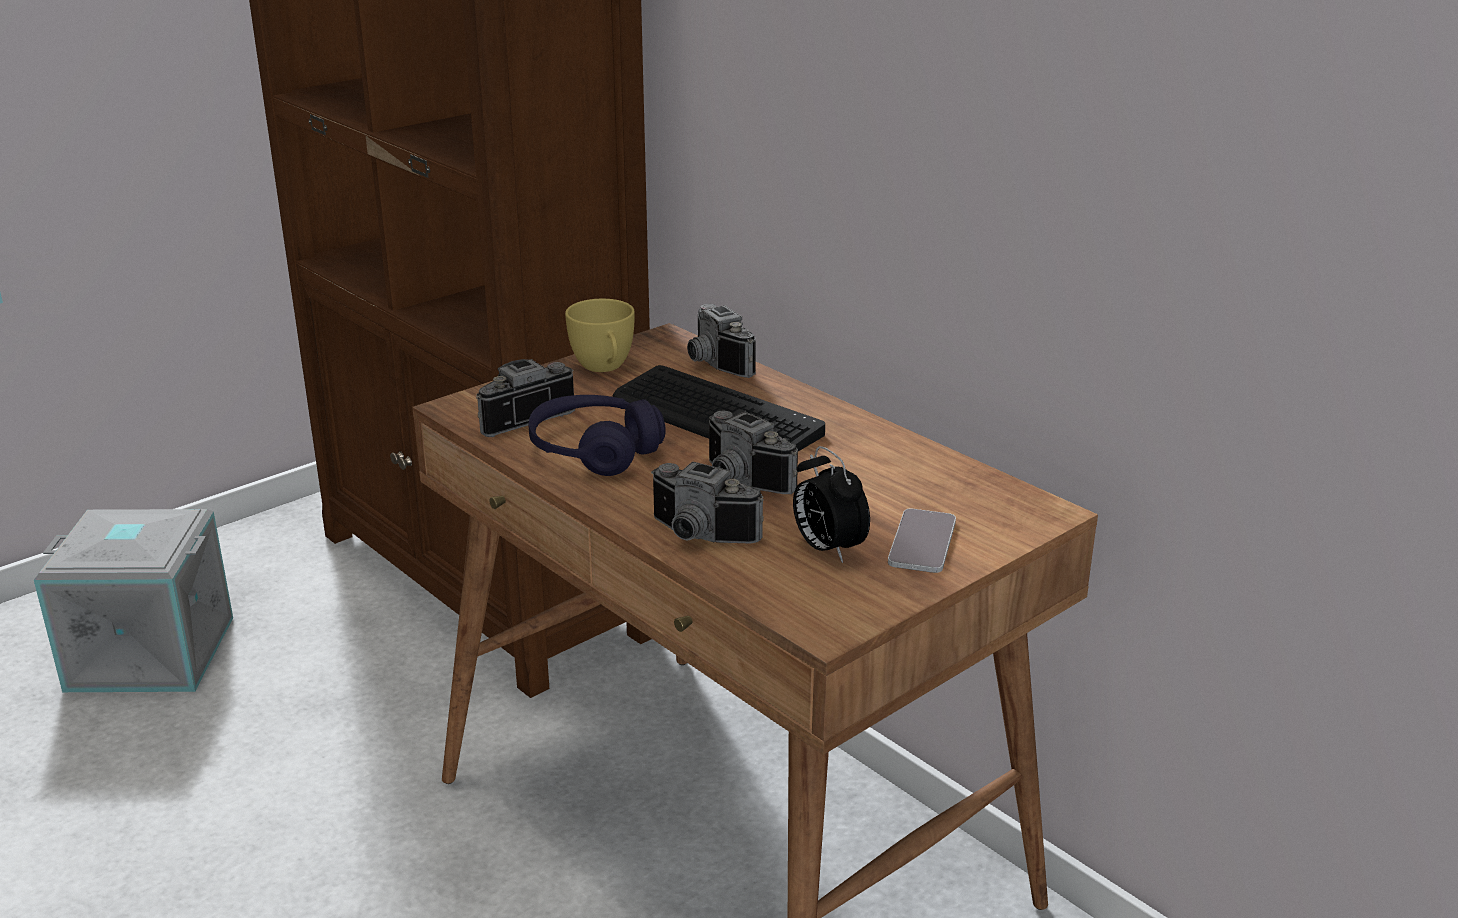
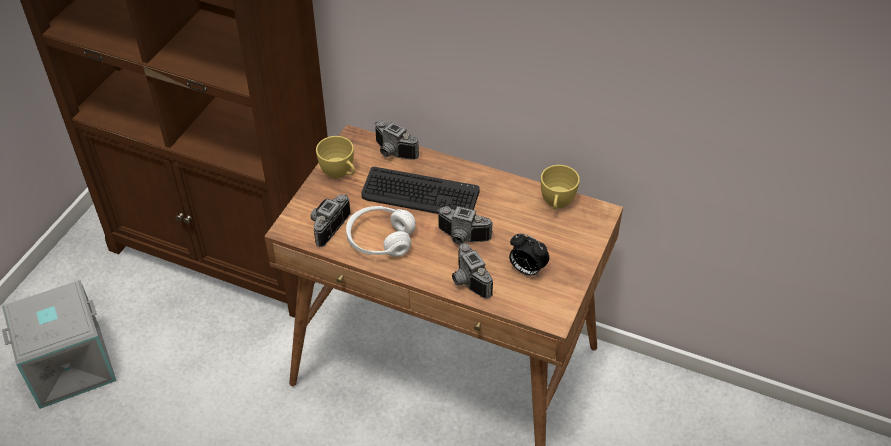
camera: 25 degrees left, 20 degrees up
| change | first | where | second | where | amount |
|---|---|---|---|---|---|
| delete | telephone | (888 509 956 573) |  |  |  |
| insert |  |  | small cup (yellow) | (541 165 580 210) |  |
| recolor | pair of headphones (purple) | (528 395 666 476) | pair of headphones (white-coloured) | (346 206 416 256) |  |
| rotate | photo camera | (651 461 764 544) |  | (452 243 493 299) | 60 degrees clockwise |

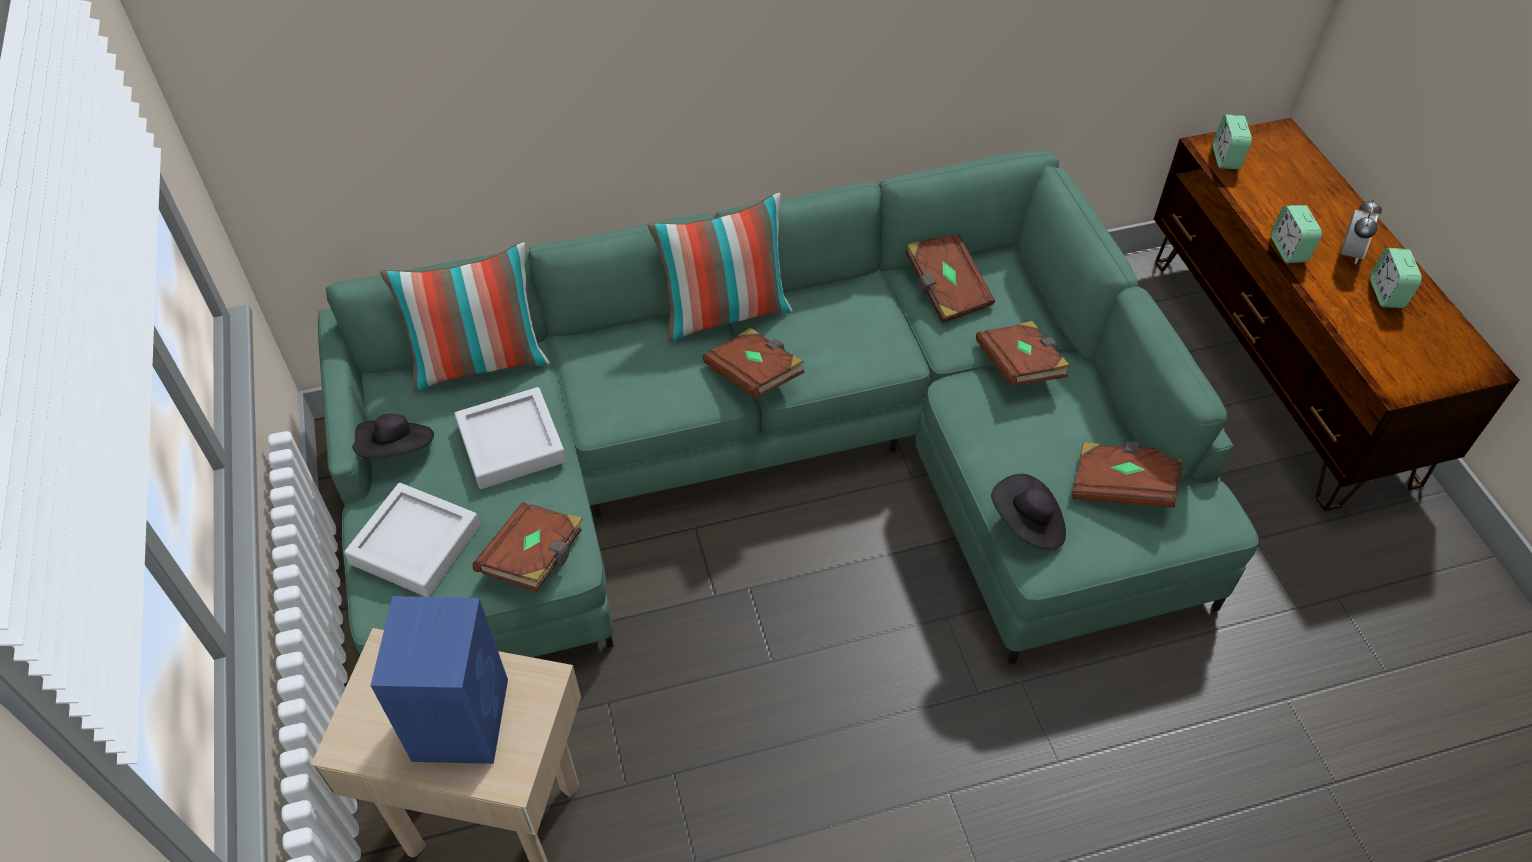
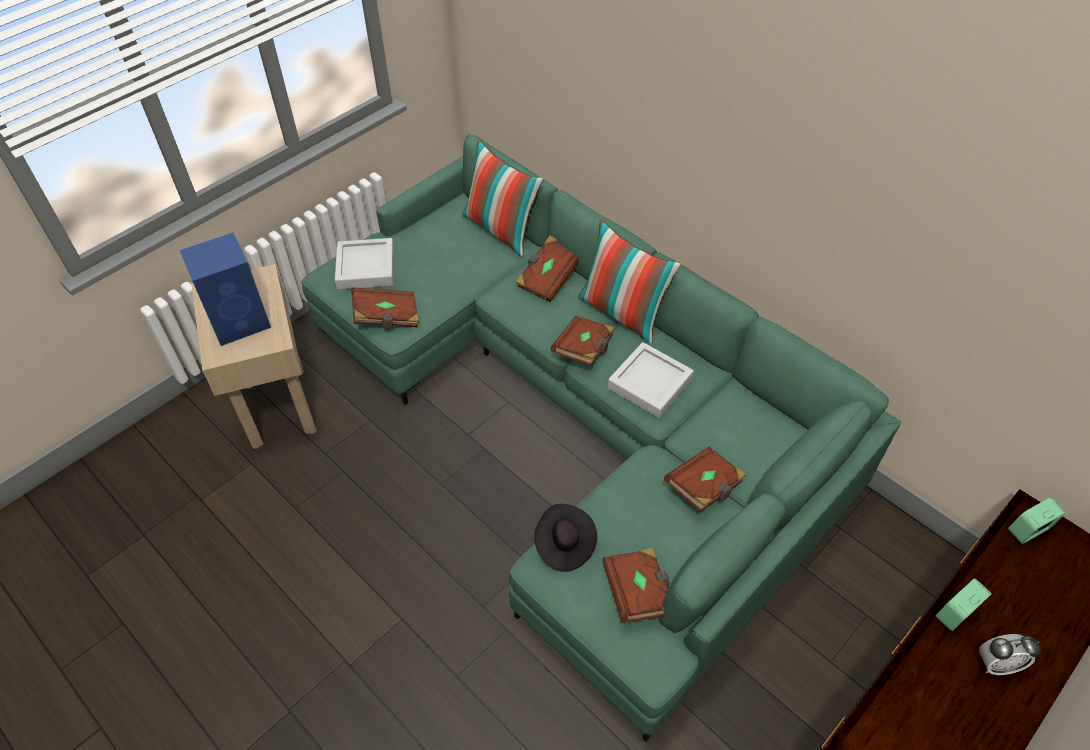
camera: 60 degrees right, 0 degrees up
| change | first | where | second | where | amount |
|---|---|---|---|---|---|
| delete | wearable hat (blackish) | (352 414 434 459) |  |  |  |
| delete | table clock | (1370 248 1422 308) |  |  |  |
| move | serving tray (grey) | (454 387 566 489) |  | (608 342 694 418) |  |
| move | book (brown) | (905 234 995 323) |  | (516 236 579 302) |  |

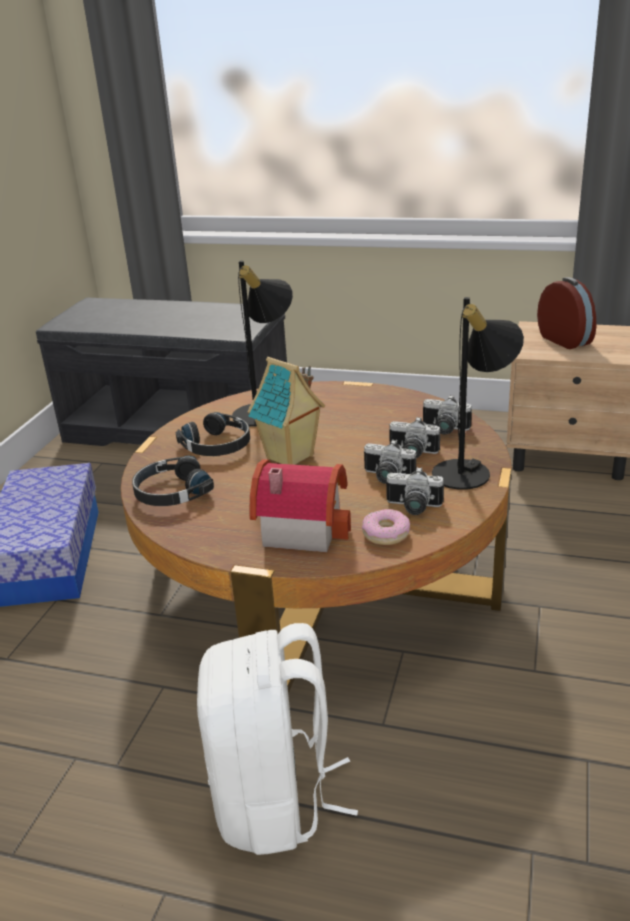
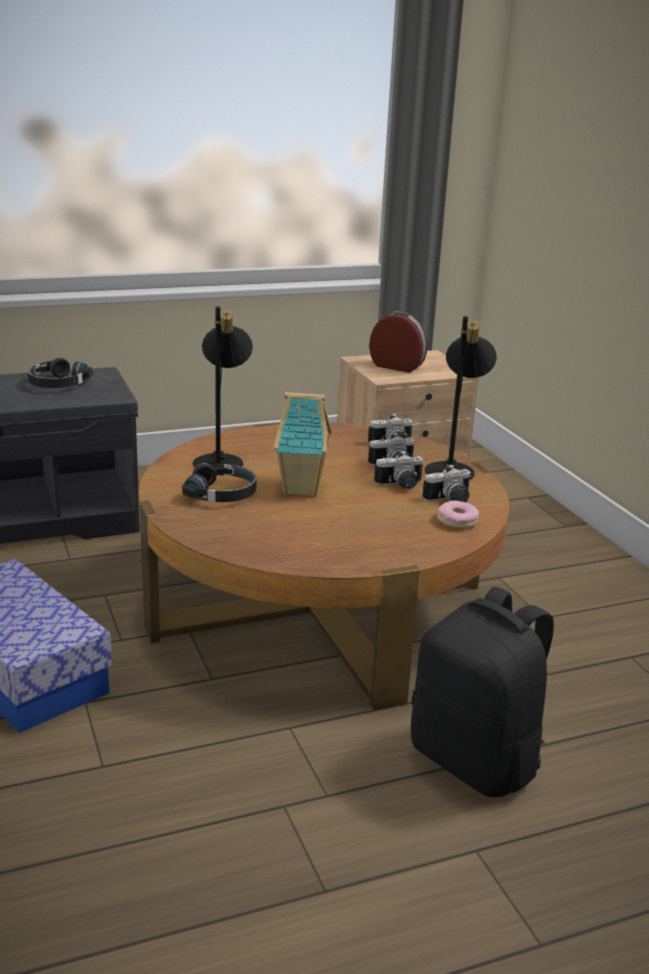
camera: 40 degrees left, 5 degrees down
| change | first | where | second | where | amount |
|---|---|---|---|---|---|
| delete | miniature house | (250 459 351 552) |  |  |  |
| move | pair of headphones (blackish) | (132 456 214 506) |  | (27 358 93 388) |  |
| recolor | backpack (white-coloured) | (197 623 358 855) | backpack (blackish) | (411 587 554 797) |  |

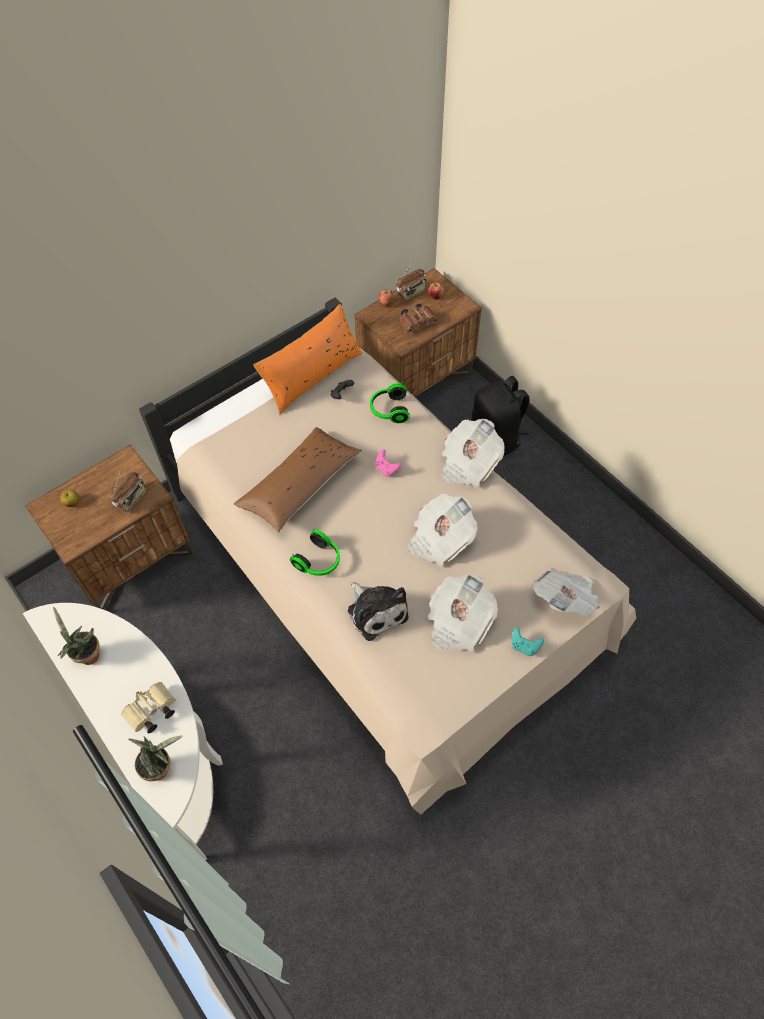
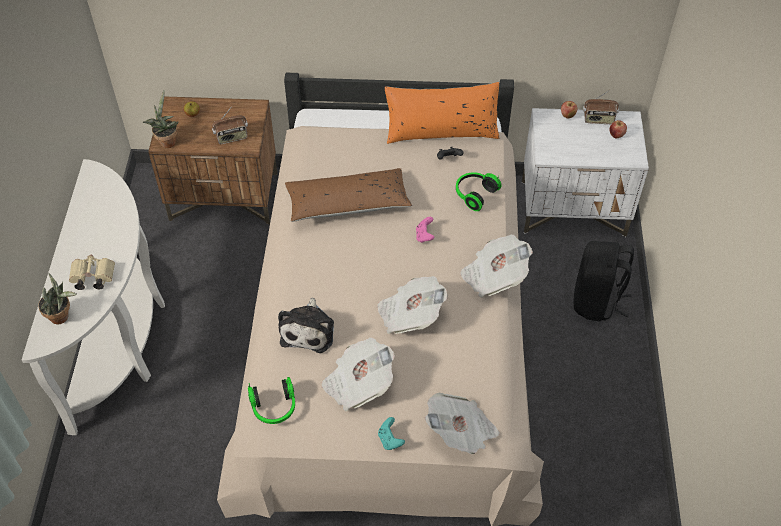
camera: 40 degrees right, 5 degrees down
| change | first | where | second | where | amount |
|---|---|---|---|---|---|
| delete | pair of binoculars (brown) | (399 304 438 333) |  |  |  |
| move | houseplant | (53 606 100 665) |  | (143 90 179 148) |  |
| move | pair of headphones | (290 529 340 576) |  | (248 377 295 424) |  |
| recolor | bedside table (brown) | (354 268 482 397) | bedside table (white-coloured) | (522 108 649 237) |  |

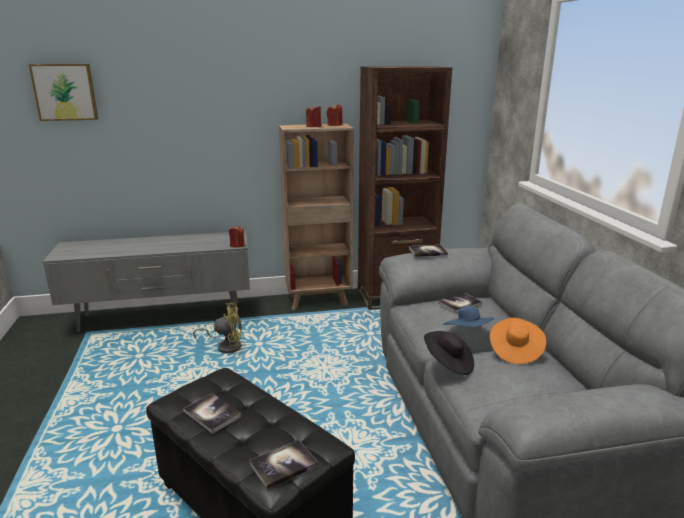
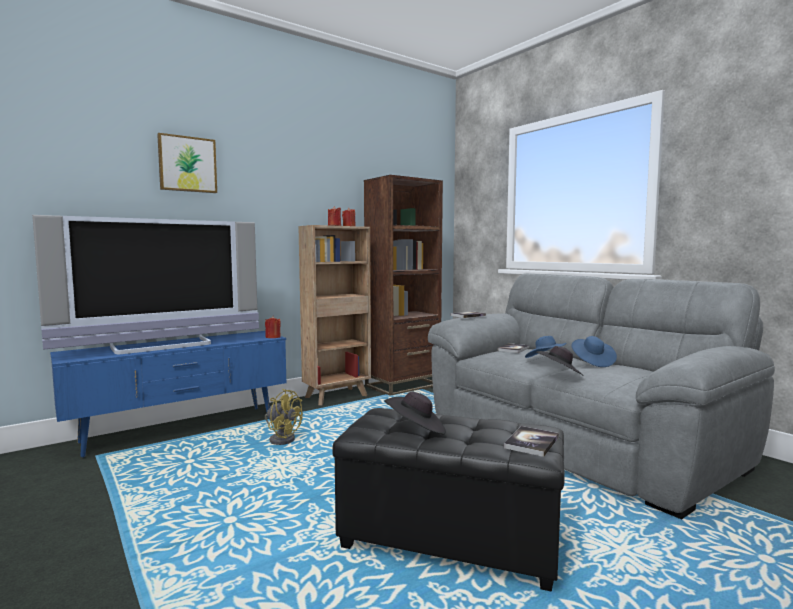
camera: 25 degrees left, 15 degrees down
| change | first | where | second | where | amount |
|---|---|---|---|---|---|
| insert |  |  | TV set | (32 215 259 354) |  |
| move | wall art | (29 64 98 121) |  | (157 133 217 193) |  |
| replace | book | (183 393 242 434) | wearable hat (blackish) | (384 392 446 434) |  |
| recolor | tv unit (grey) | (43 231 250 332) | tv unit (bluish) | (50 331 286 458) |  |
| recolor | wearable hat (orange) | (490 318 546 364) | wearable hat (bluish) | (571 336 617 367) |  |
| rotate | electric fan (yellow) | (193 303 242 354) |  | (265 389 303 445) | 60 degrees clockwise |

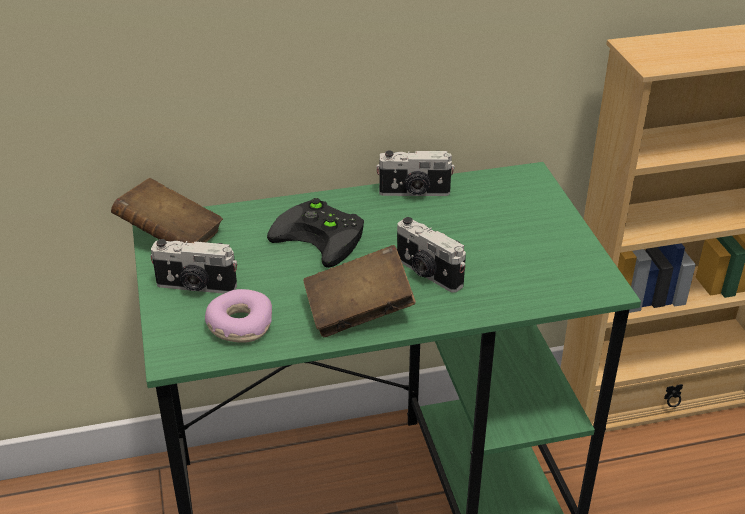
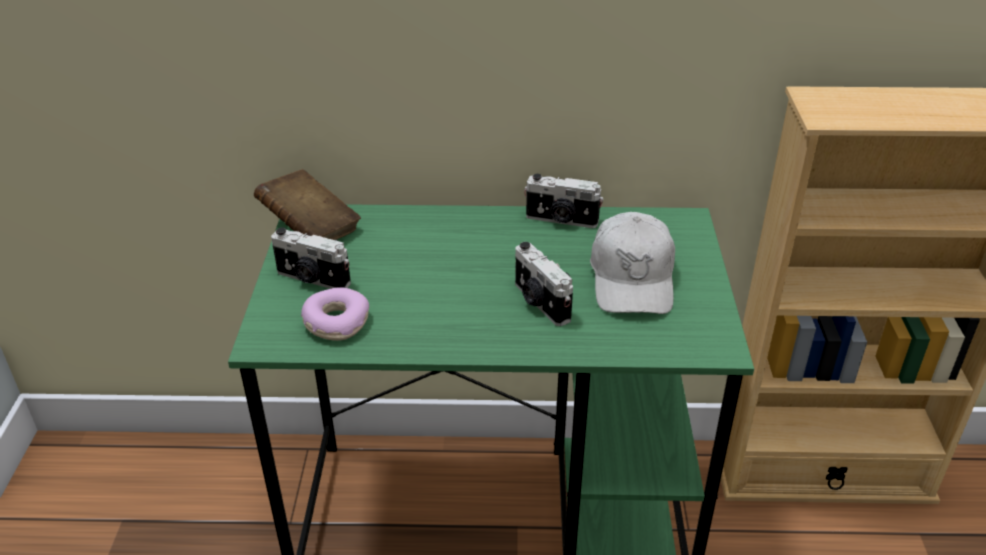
camera: 15 degrees right, 0 degrees up
| change | first | where | second | where | amount |
|---|---|---|---|---|---|
| delete | joypad (blackish) | (267 198 364 268) |  |  |  |
| delete | book (brown) | (303 245 416 337) |  |  |  |
| insert |  |  | baseball cap (white-coloured) | (590 212 675 314) |  |

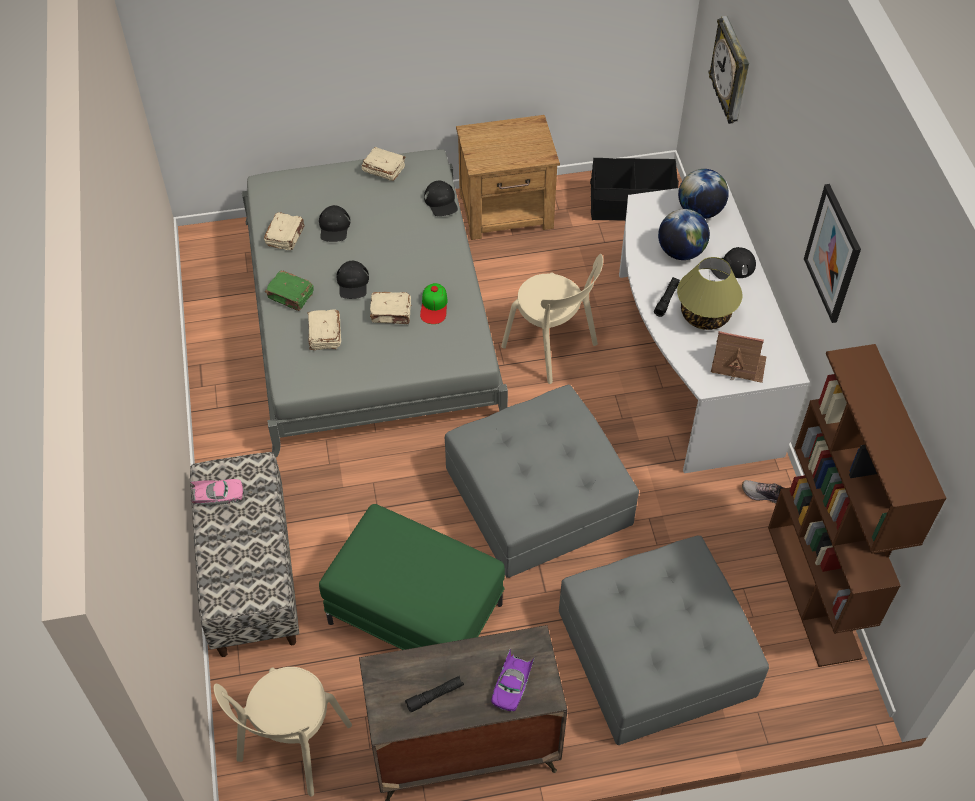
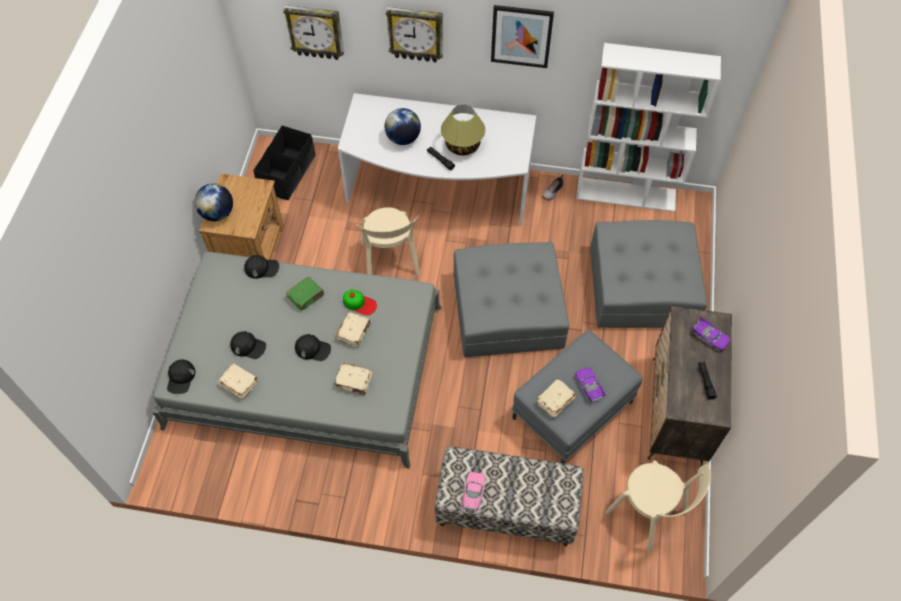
camera: 70 degrees left, 5 degrees up
| change | first | where | second | where | amount |
|---|---|---|---|---|---|
| delete | miniature house | (711 331 767 383) |  |  |  |
| insert |  |  | clock on the wall | (386 7 443 62) |  |
| insert |  |  | toy car (purple) | (575 367 607 403) |  |
| move | book (green-coloured) | (265 271 314 311) |  | (286 277 324 310) |  |
| move | book (beige-coloured) | (362 147 406 181) |  | (536 378 576 417) |  |
| move | globe | (678 169 729 219) |  | (194 184 233 221) |  |
| move | baseball cap (blackish) | (711 247 756 280) |  | (167 359 195 394) |  |
| recolor | ottoman (green-coloured) | (319 504 505 650) | ottoman (grey) | (512 330 642 464) |  |
| recolor | bookcase (brown) | (768 344 946 667) | bookcase (white-coloured) | (576 43 721 212) |  |
| rotate | plain chair (beige-coloured) | (501 254 603 384) |  | (356 207 420 276) | 105 degrees clockwise |

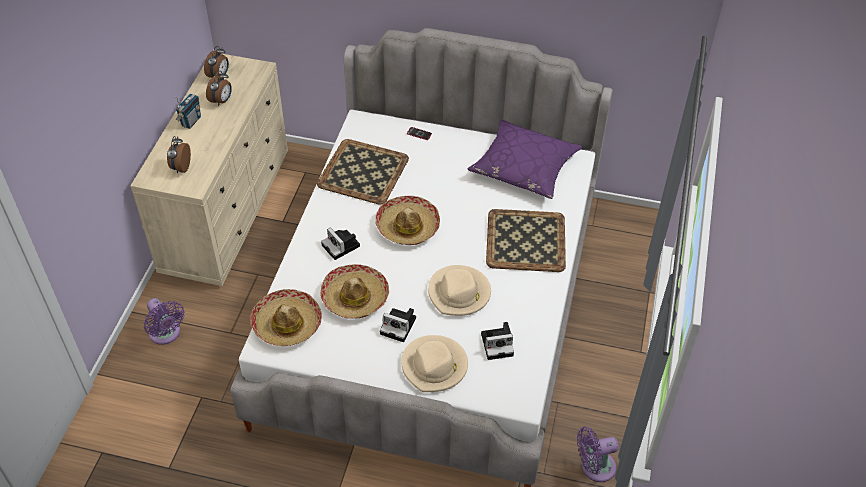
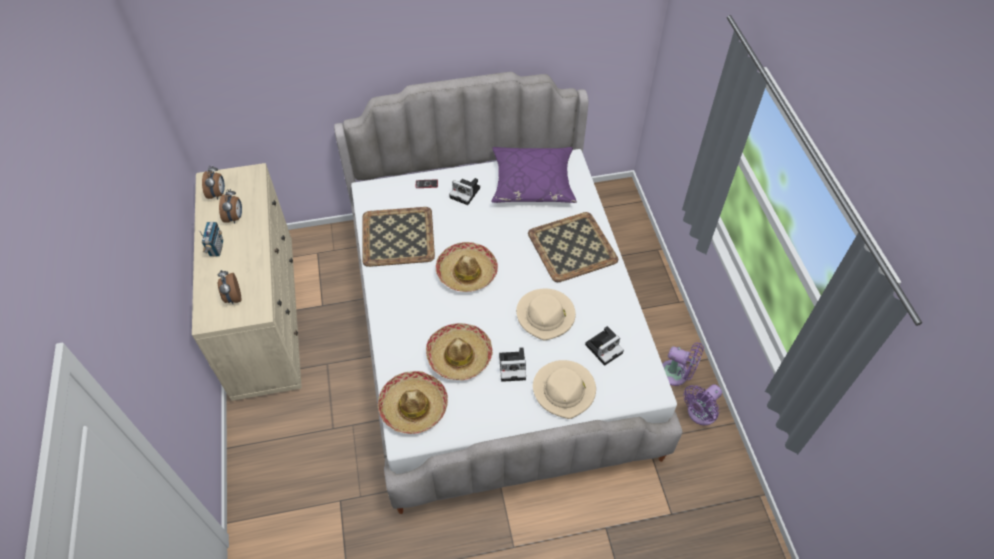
camera: 25 degrees left, 5 degrees up
| change | first | where | second | where | amount |
|---|---|---|---|---|---|
| move | electric fan (purple) | (144 298 185 345) |  | (662 342 704 386) |  |
| move | photo camera | (321 228 360 260) |  | (449 178 480 205) |  |

